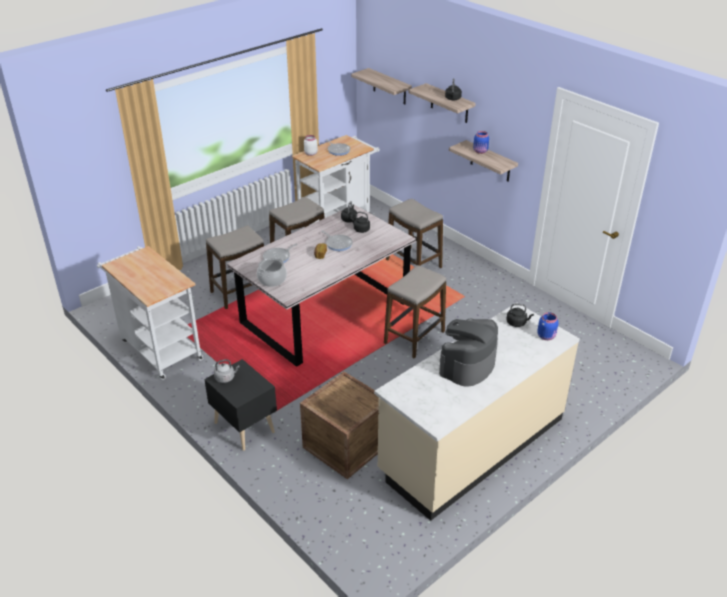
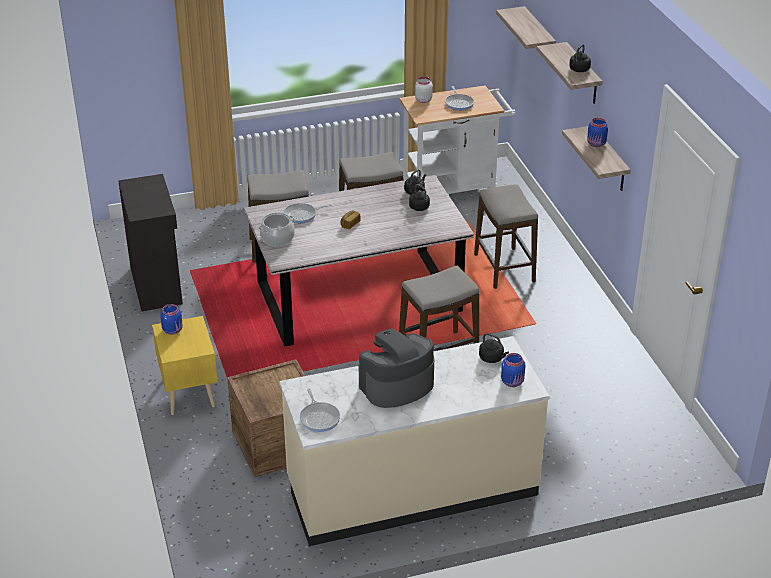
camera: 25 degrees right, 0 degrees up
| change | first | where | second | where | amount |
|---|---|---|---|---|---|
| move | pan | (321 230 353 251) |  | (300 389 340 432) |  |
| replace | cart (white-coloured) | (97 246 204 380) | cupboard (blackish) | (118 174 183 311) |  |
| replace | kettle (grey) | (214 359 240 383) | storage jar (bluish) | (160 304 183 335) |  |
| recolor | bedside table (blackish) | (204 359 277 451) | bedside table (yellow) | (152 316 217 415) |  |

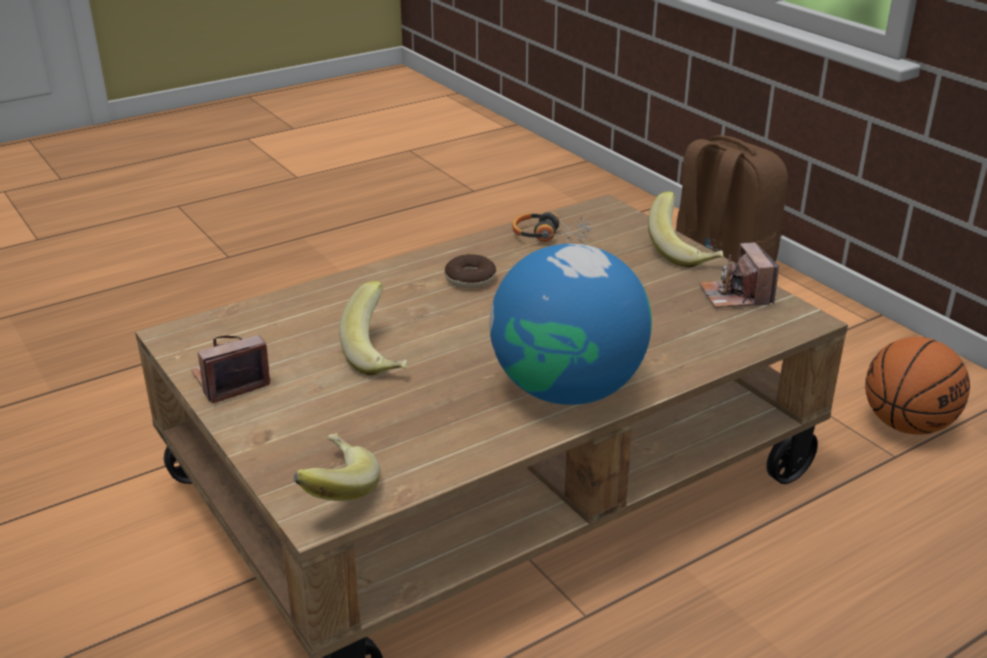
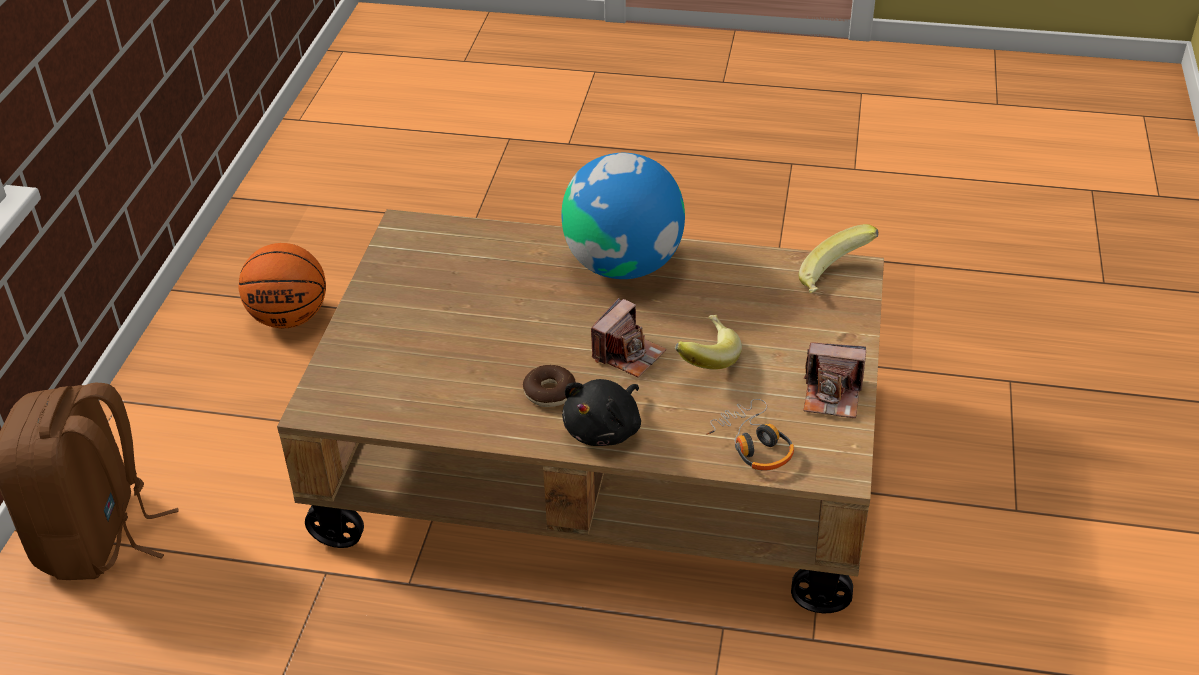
camera: 135 degrees left, 10 degrees up
| change | first | where | second | where | amount |
|---|---|---|---|---|---|
| delete | banana fruit | (648 191 724 267) |  |  |  |
| insert |  |  | soft toy (blackish) | (562 379 641 446) |  |
| move | pair of headphones | (512 212 592 245) |  | (706 399 794 471) |  |
| move | photo camera | (699 242 779 308) |  | (591 298 666 378) |  |

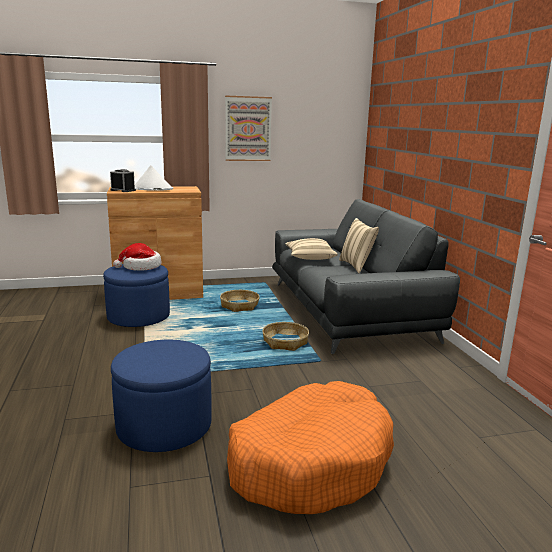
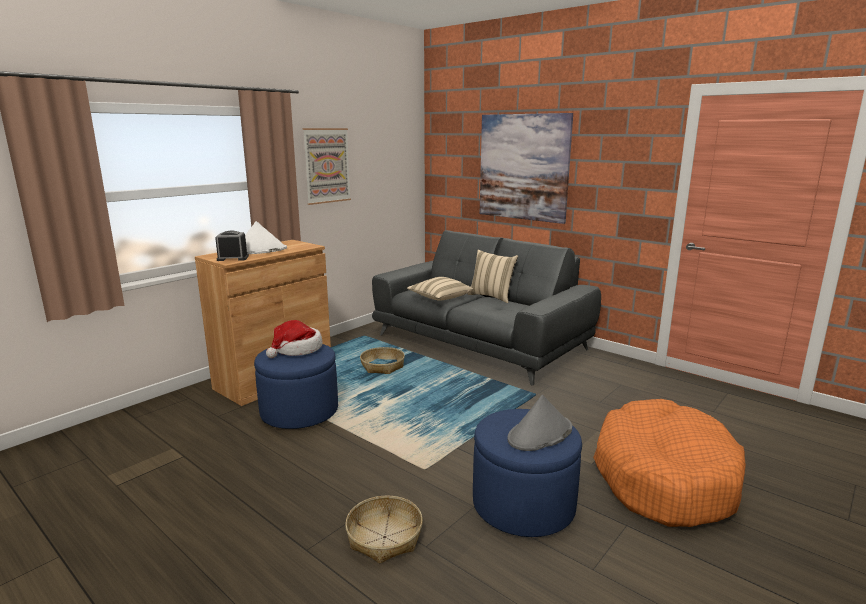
camera: 35 degrees left, 0 degrees up
| change | first | where | second | where | amount |
|---|---|---|---|---|---|
| insert |  |  | wall art | (480 113 573 224) |  |
| insert |  |  | wearable hat (grey) | (507 395 572 451) |  |
| move | storage basket | (262 322 309 351) |  | (345 496 423 563) |  |

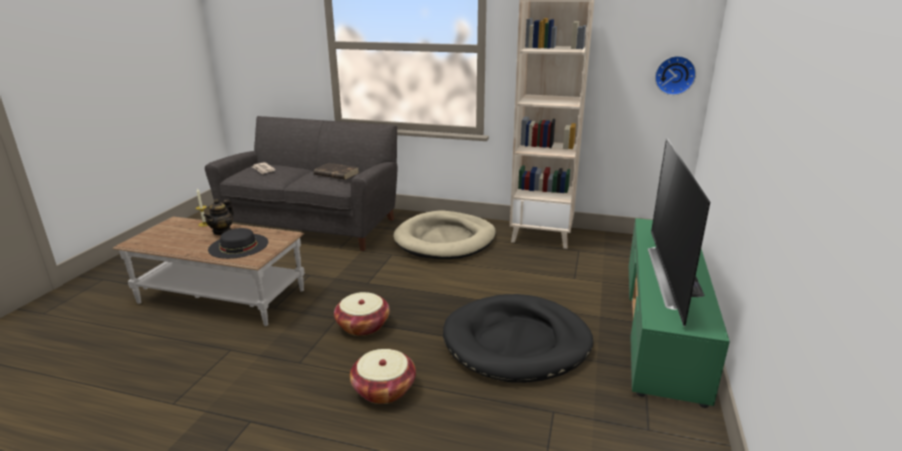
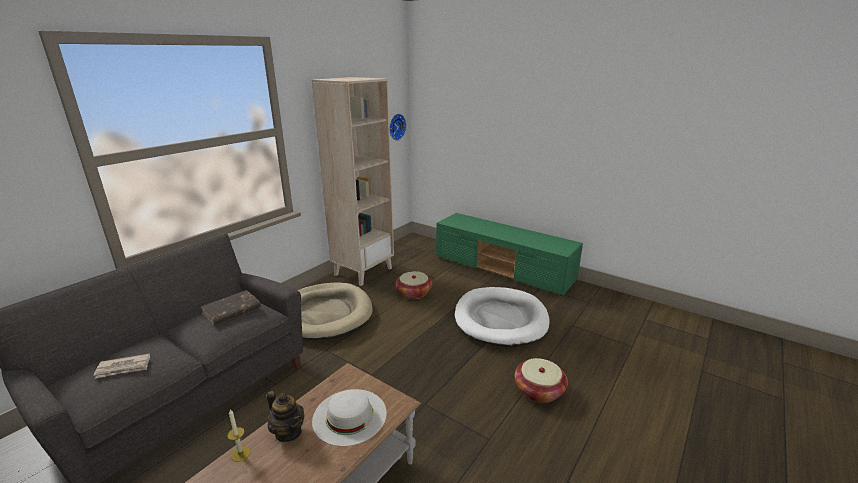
camera: 70 degrees left, 0 degrees up
| change | first | where | second | where | amount |
|---|---|---|---|---|---|
| delete | TV set | (648 138 710 326) |  |  |  |
| move | storage basket | (334 292 390 336) |  | (396 271 432 299) |  |
| recolor | wearable hat (blackish) | (208 228 268 259) | wearable hat (white-coloured) | (312 389 387 446) |  |
| recolor | dog cushion (blackish) | (443 294 593 383) | dog cushion (white-coloured) | (455 287 550 348) |  |

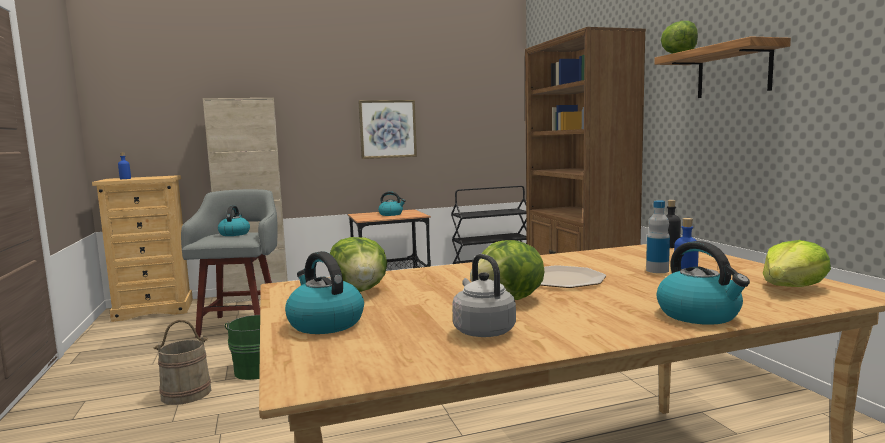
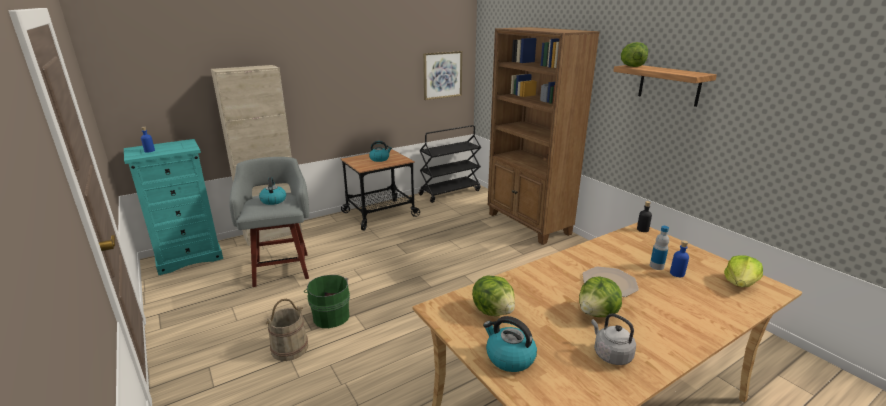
camera: 15 degrees left, 15 degrees up
| change | first | where | second | where | amount |
|---|---|---|---|---|---|
| delete | kettle | (657 241 750 325) |  |  |  |
| move | wall art | (358 100 417 159) |  | (423 51 462 100) |  |
| recolor | chest of drawers (beige-coloured) | (92 175 193 322) | chest of drawers (blue-green) | (124 139 223 275) |  |

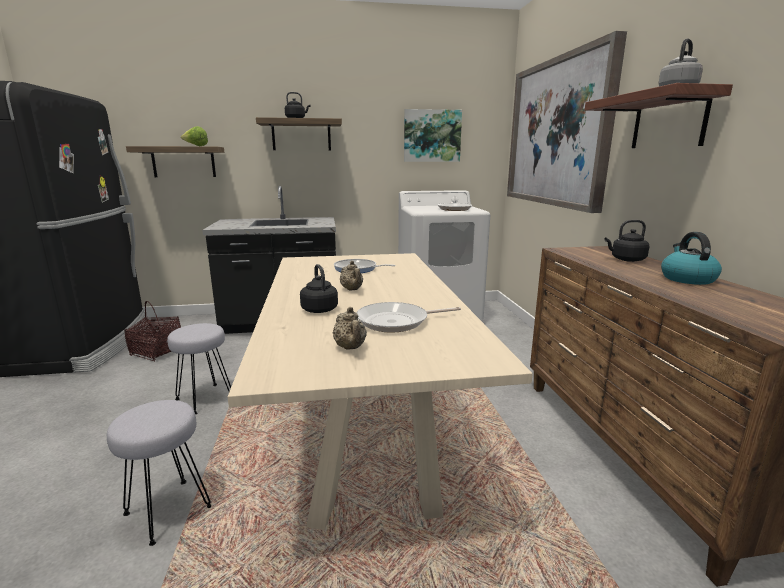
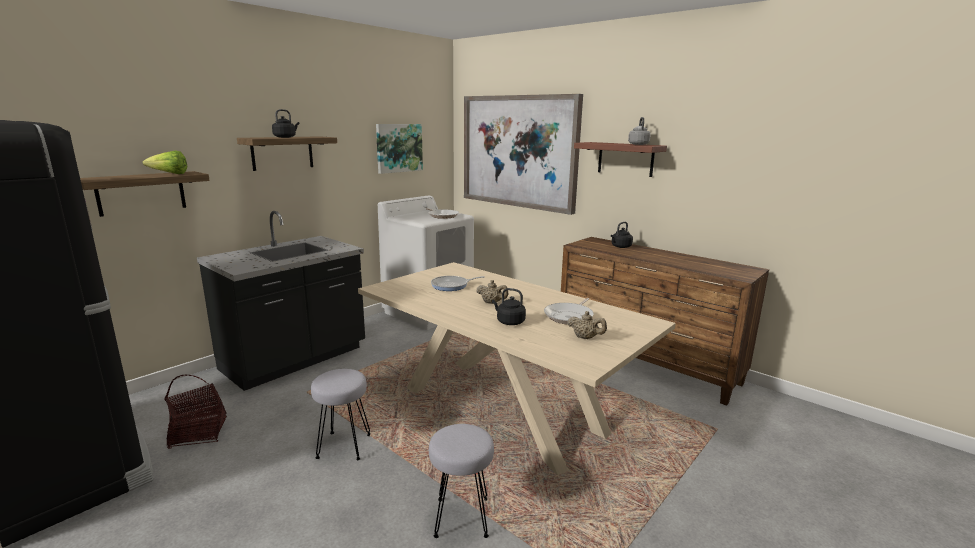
camera: 40 degrees left, 0 degrees up
| change | first | where | second | where | amount |
|---|---|---|---|---|---|
| delete | kettle | (661 232 722 285) |  |  |  |

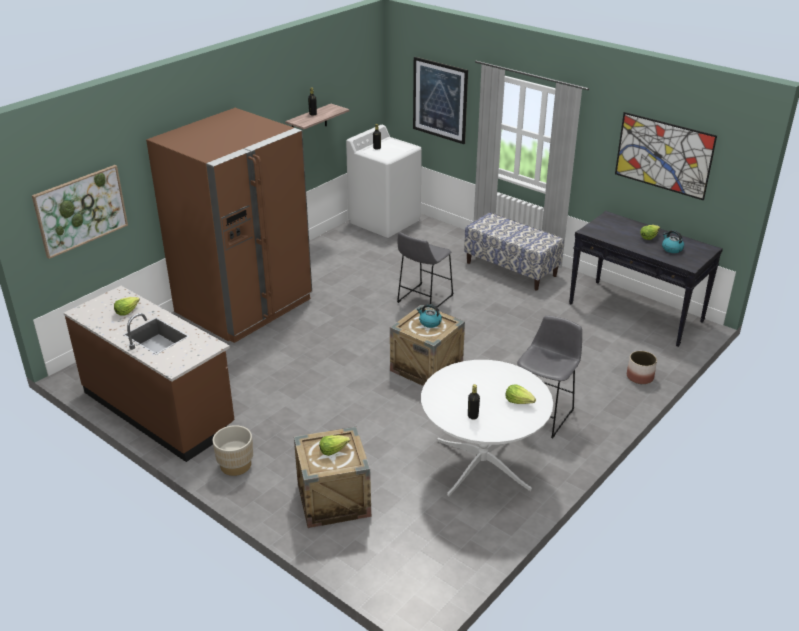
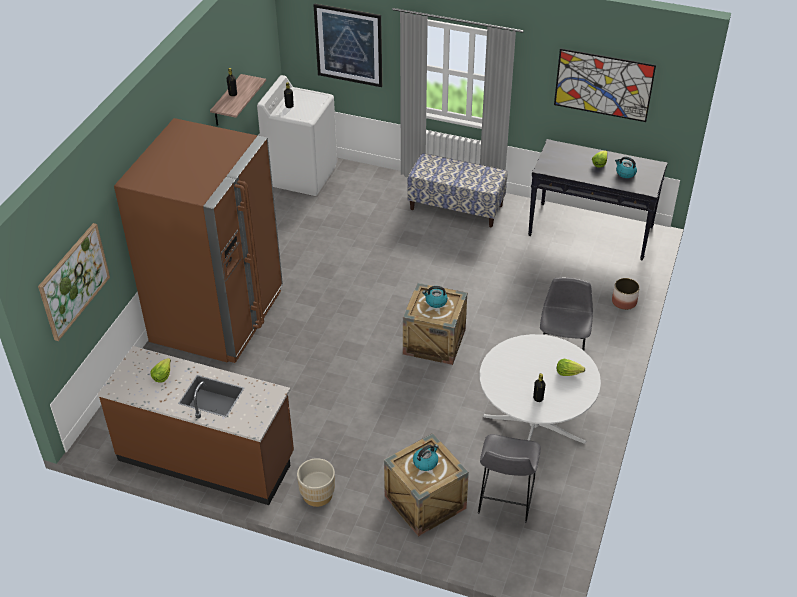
camera: 20 degrees left, 10 degrees up
| change | first | where | second | where | amount |
|---|---|---|---|---|---|
| move | stool seat (grey) | (397 232 453 308) |  | (478 434 541 523) |  |
| replace | lettuce | (319 435 350 456) | kettle | (413 444 439 471) |  |

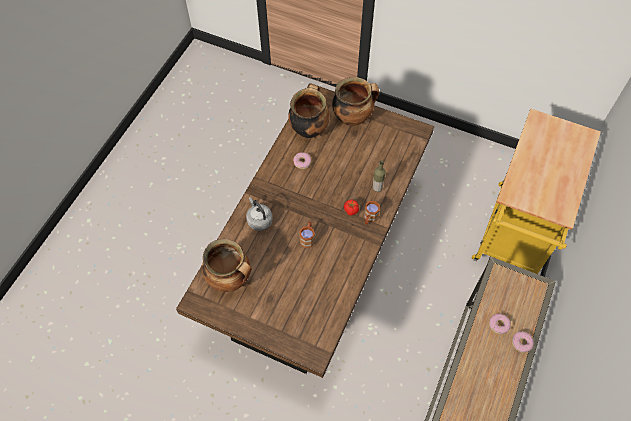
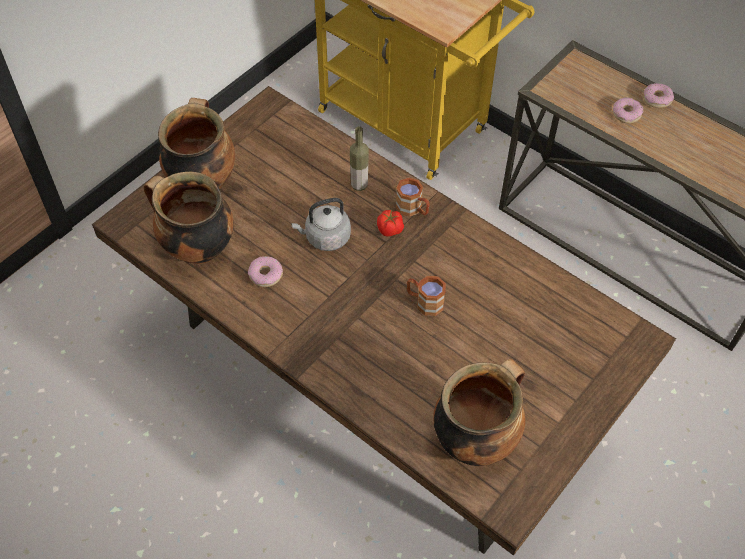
camera: 75 degrees left, 5 degrees down
| change | first | where | second | where | amount |
|---|---|---|---|---|---|
| move | kettle (grey) | (246 197 273 231) |  | (291 198 351 251) |  |

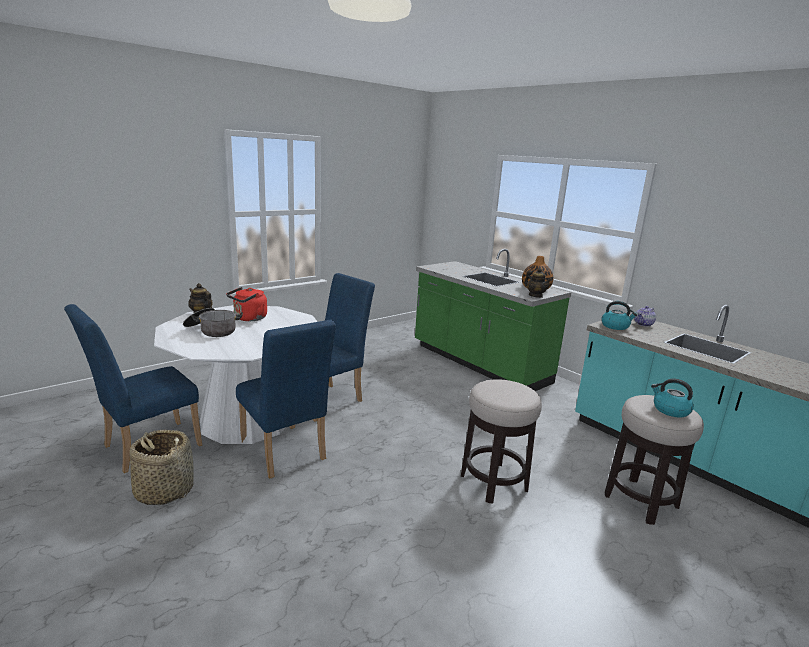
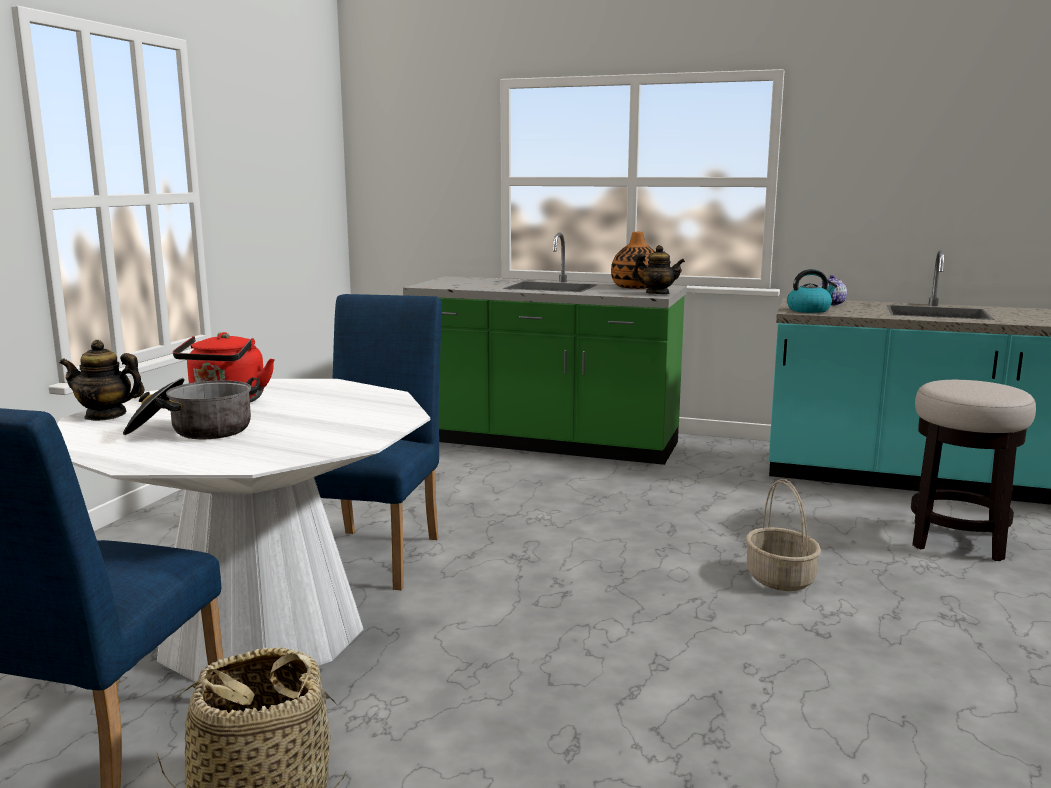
camera: 30 degrees left, 5 degrees down
| change | first | where | second | where | amount |
|---|---|---|---|---|---|
| delete | plain chair (bluish) | (236 320 336 479) |  |  |  |
| delete | kettle | (651 378 694 418) |  |  |  |
| replace | stool seat | (461 379 542 504) | storage basket | (746 479 821 591) |  |

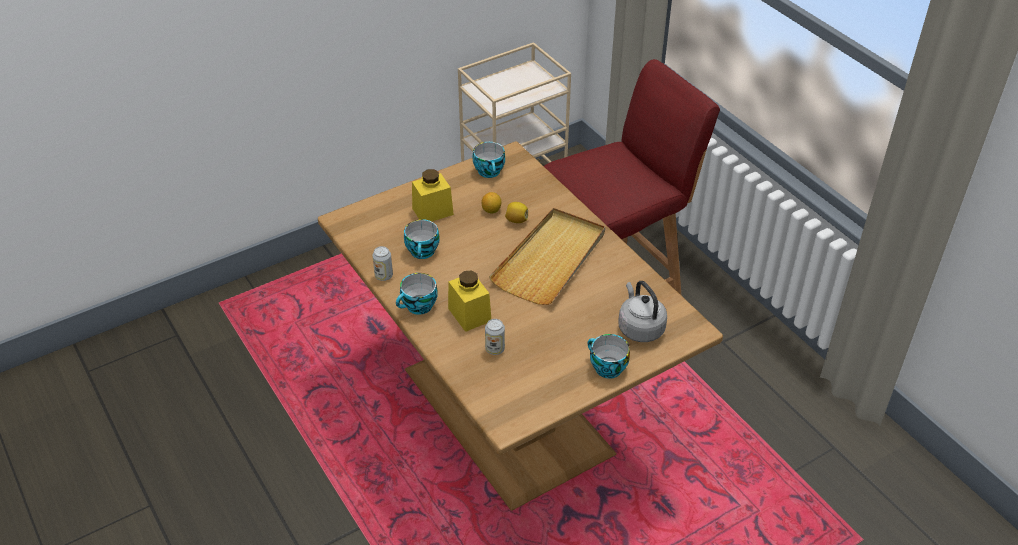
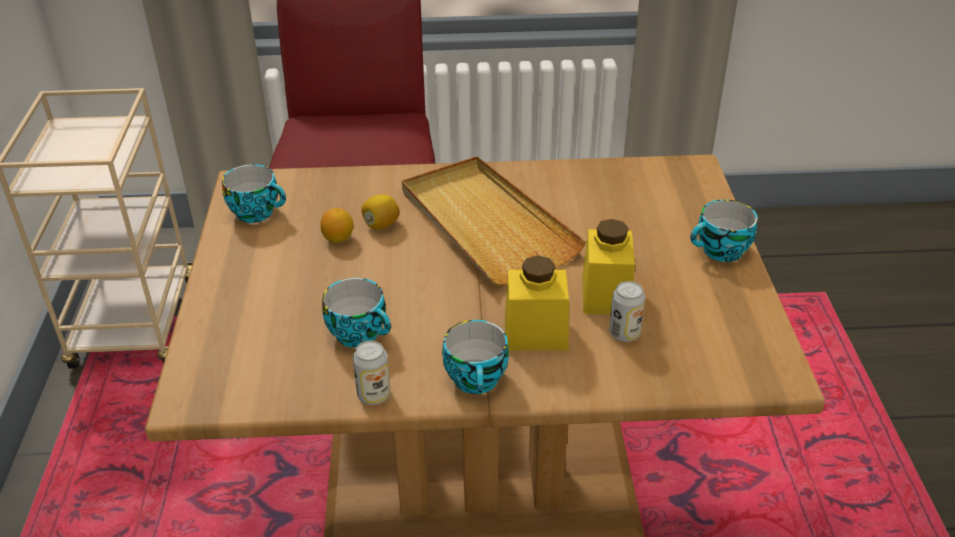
camera: 60 degrees left, 5 degrees down
| change | first | where | second | where | amount |
|---|---|---|---|---|---|
| delete | kettle (grey) | (618 281 667 342) |  |  |  |
| move | storage jar (yellow) | (412 169 454 221) |  | (583 219 635 315) |  |

